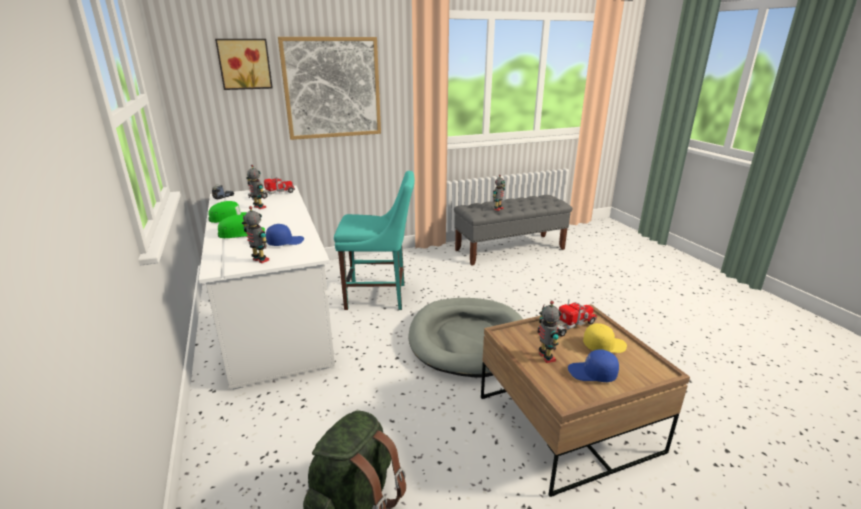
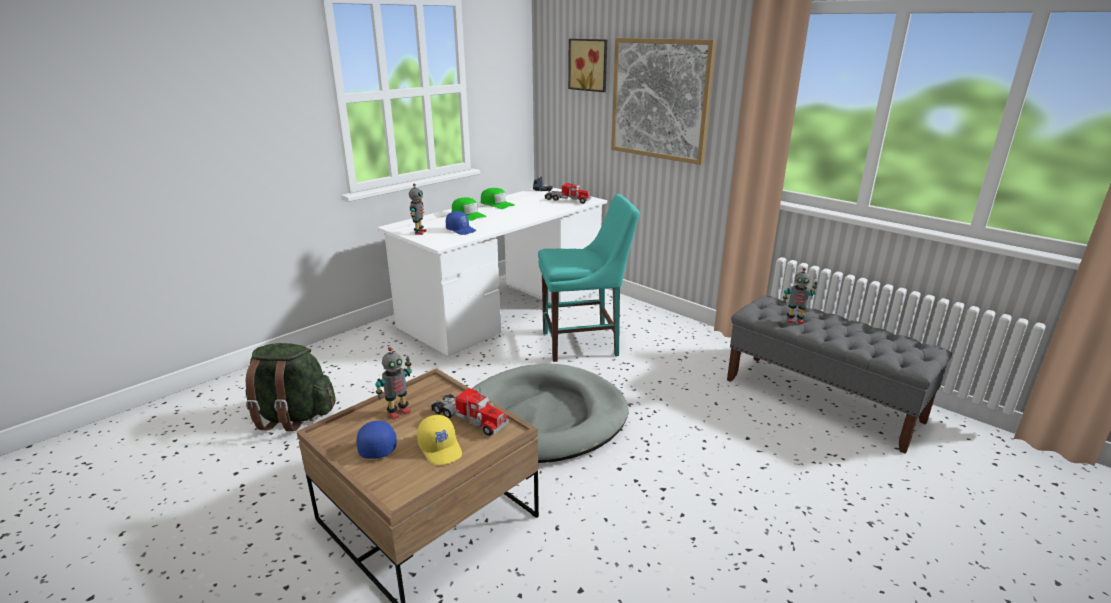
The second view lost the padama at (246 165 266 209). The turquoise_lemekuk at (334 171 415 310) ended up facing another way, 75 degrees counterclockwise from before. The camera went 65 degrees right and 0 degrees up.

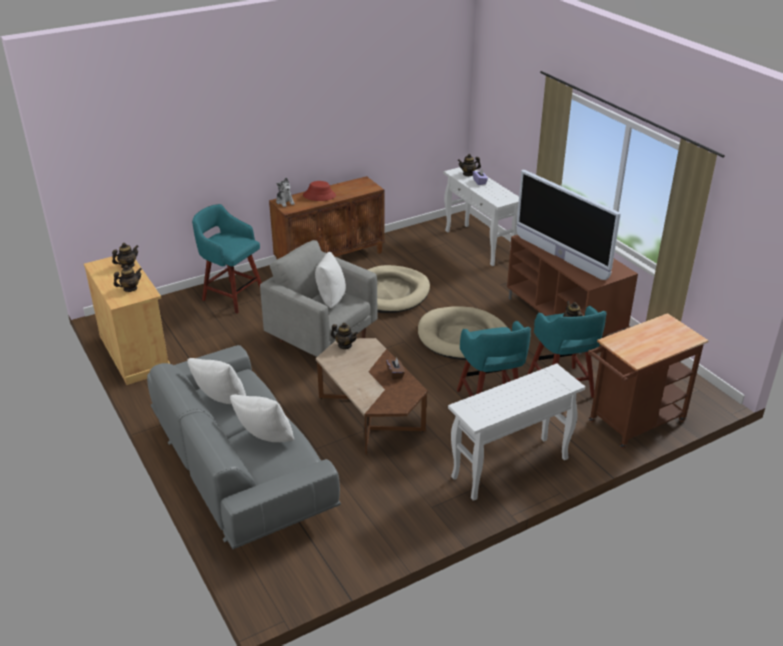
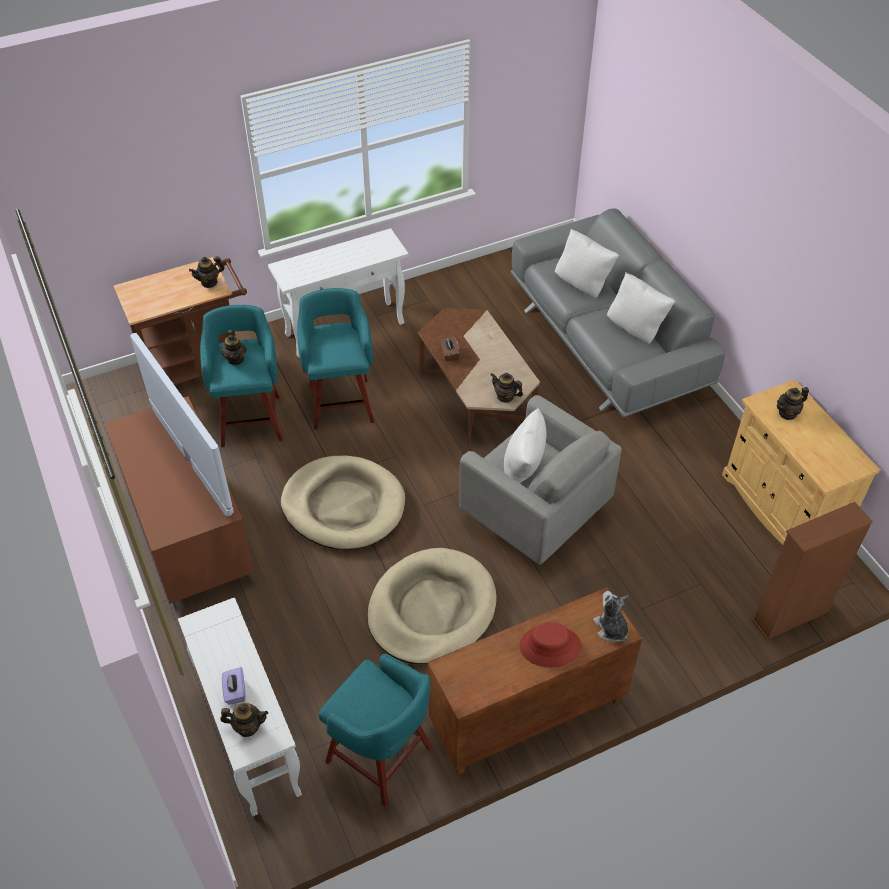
The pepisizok ended up elsewhere, having gone from (112 243 139 268) to (189 256 224 288). The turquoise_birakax ended up elsewhere, having gone from (192 204 262 314) to (318 654 432 807). The second view gained the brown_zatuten at (751 502 873 640). The camera went 175 degrees left and 15 degrees up.

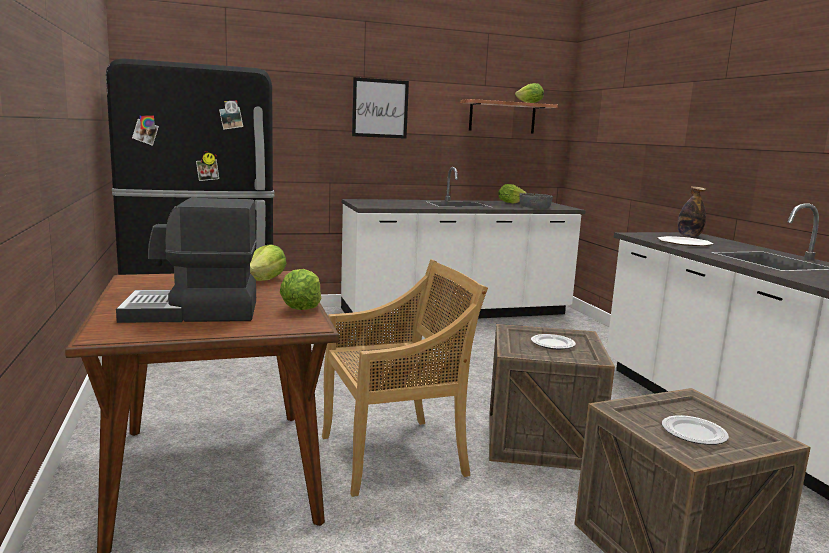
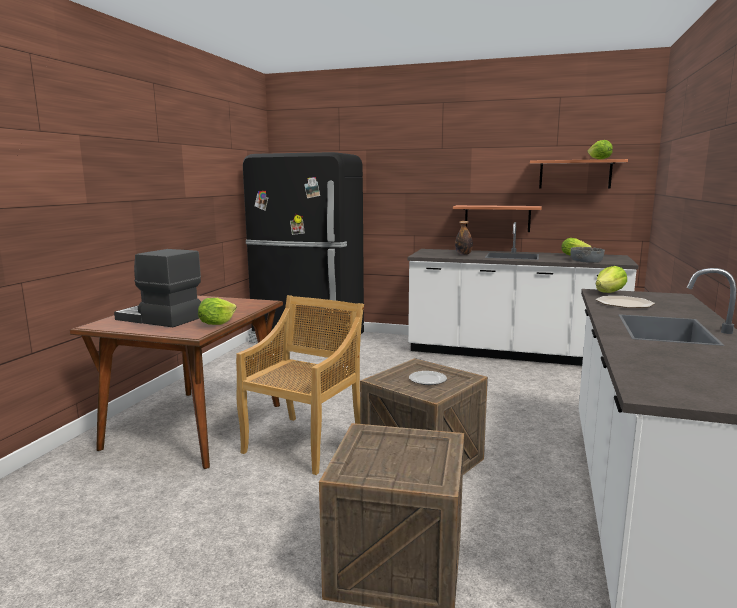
The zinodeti ended up elsewhere, having gone from (250 244 287 281) to (596 266 627 293). The beige_lemekuk at (322 259 488 497) ended up facing another way, 75 degrees counterclockwise from before. The second view lost the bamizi at (352 77 409 139). The second view lost the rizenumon at (662 415 729 445). The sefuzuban ended up elsewhere, having gone from (677 186 706 237) to (455 221 473 255). The second view gained the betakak at (453 205 542 232). The camera went 35 degrees right and 0 degrees up.

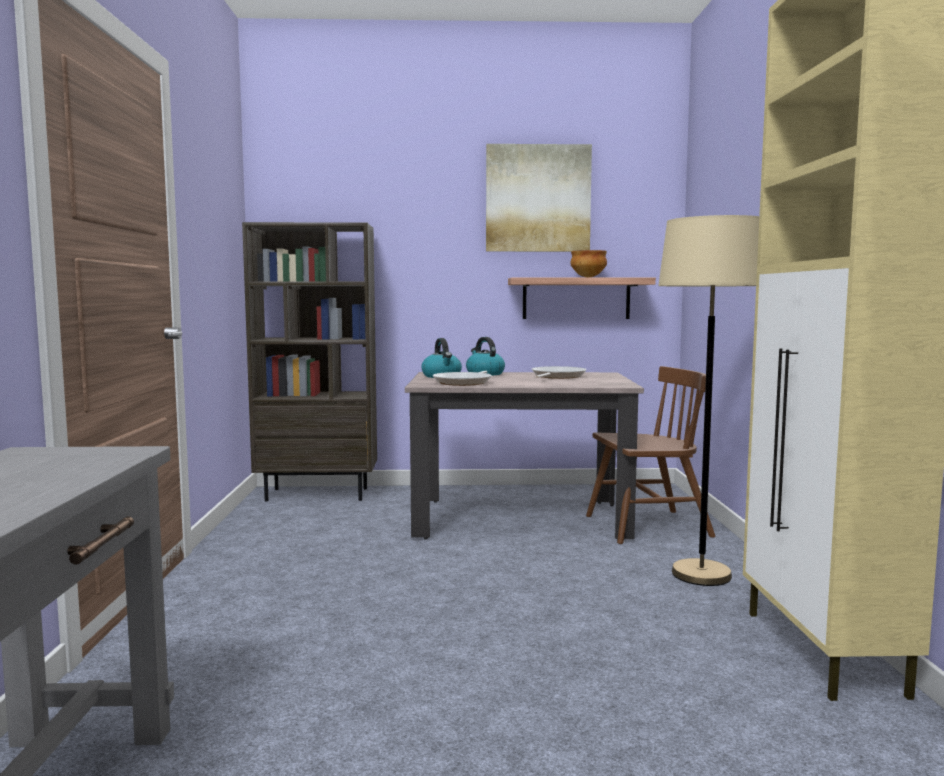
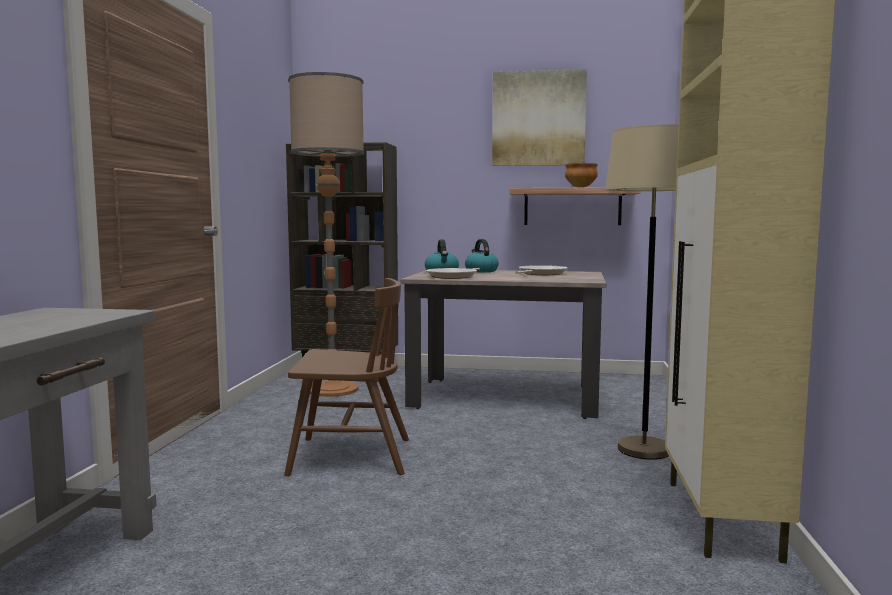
The brown_lemekuk ended up elsewhere, having gone from (586 366 715 544) to (284 278 409 476). The second view gained the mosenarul at (288 72 365 397). The camera went 10 degrees right and 0 degrees up.

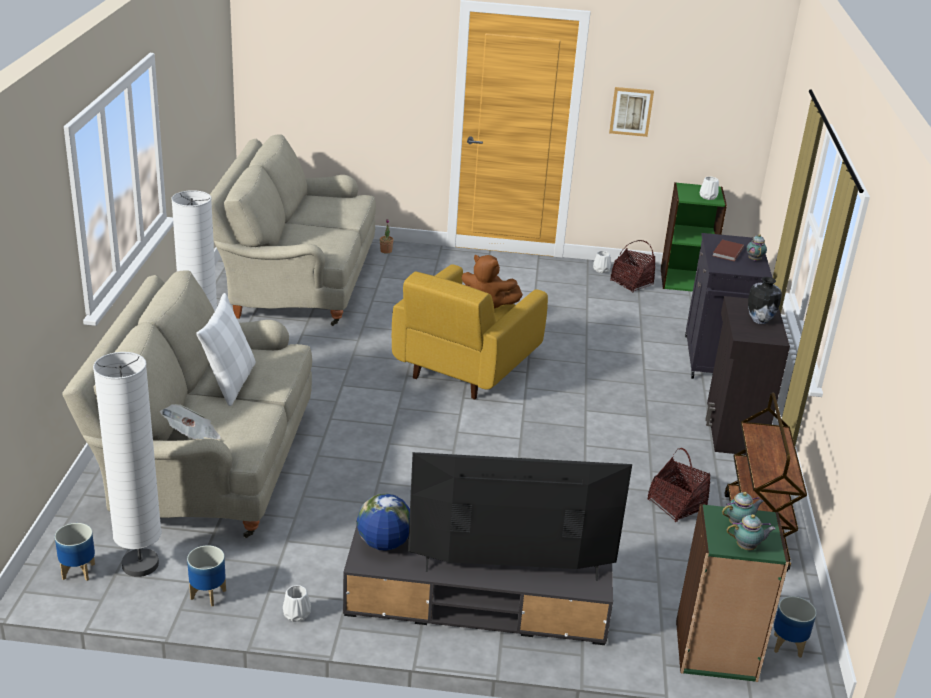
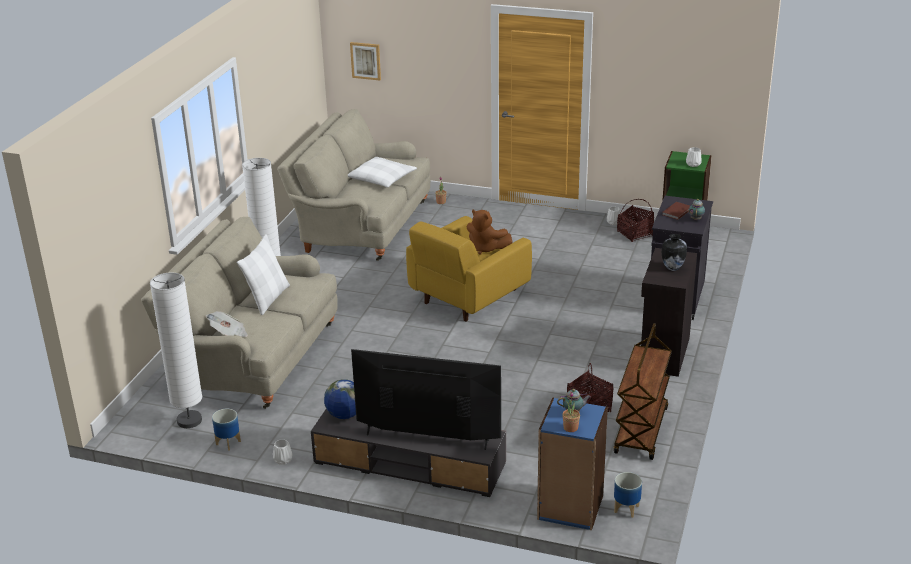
The second view lost the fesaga at (55 523 95 581). The bamizi ended up elsewhere, having gone from (609 87 654 137) to (350 42 381 80). What was the green_zatuten at (676 504 789 682) turned into the blue_zatuten at (537 397 608 530). Where the pepisizok stood at (727 514 776 550), the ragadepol came to stand at (562 392 580 432). The second view gained the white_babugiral at (348 157 417 188). The camera went 15 degrees right and 0 degrees up.

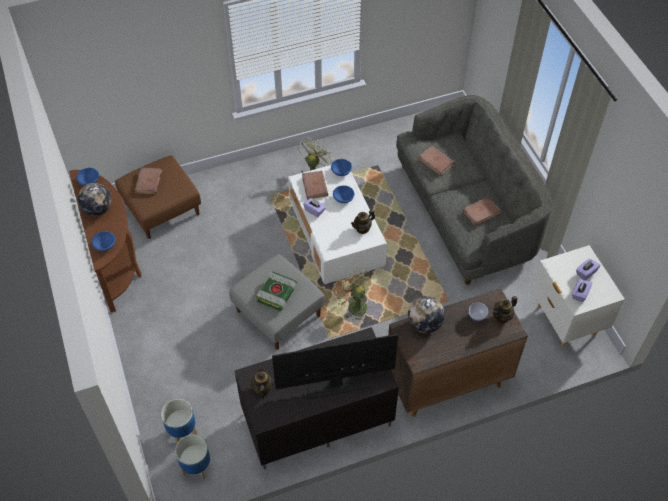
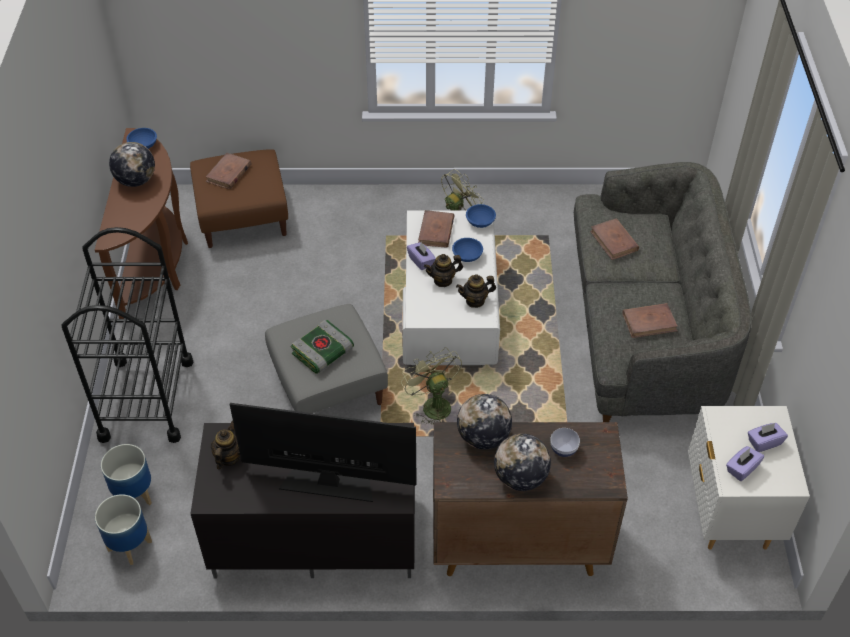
The second view lost the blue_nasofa at (91 231 116 251). The pepisizok ended up elsewhere, having gone from (493 296 518 323) to (424 254 463 287). The second view gained the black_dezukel at (62 227 194 443). The second view gained the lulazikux at (494 434 551 491). The camera went 20 degrees right and 5 degrees down.

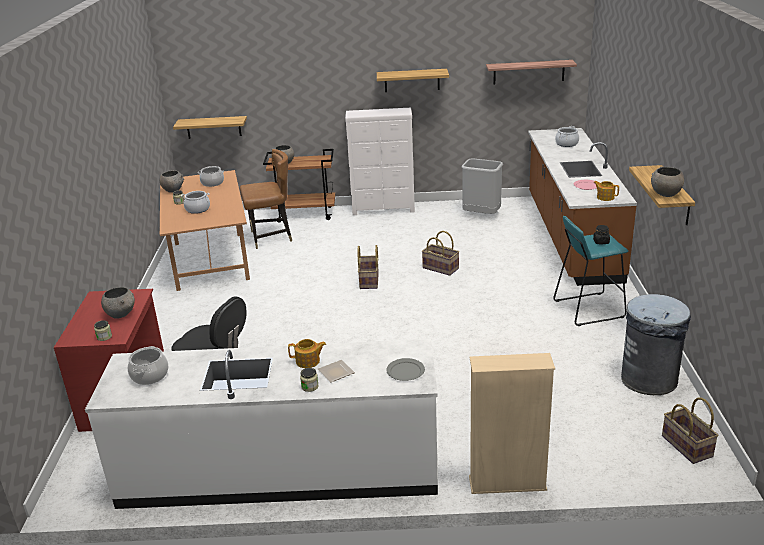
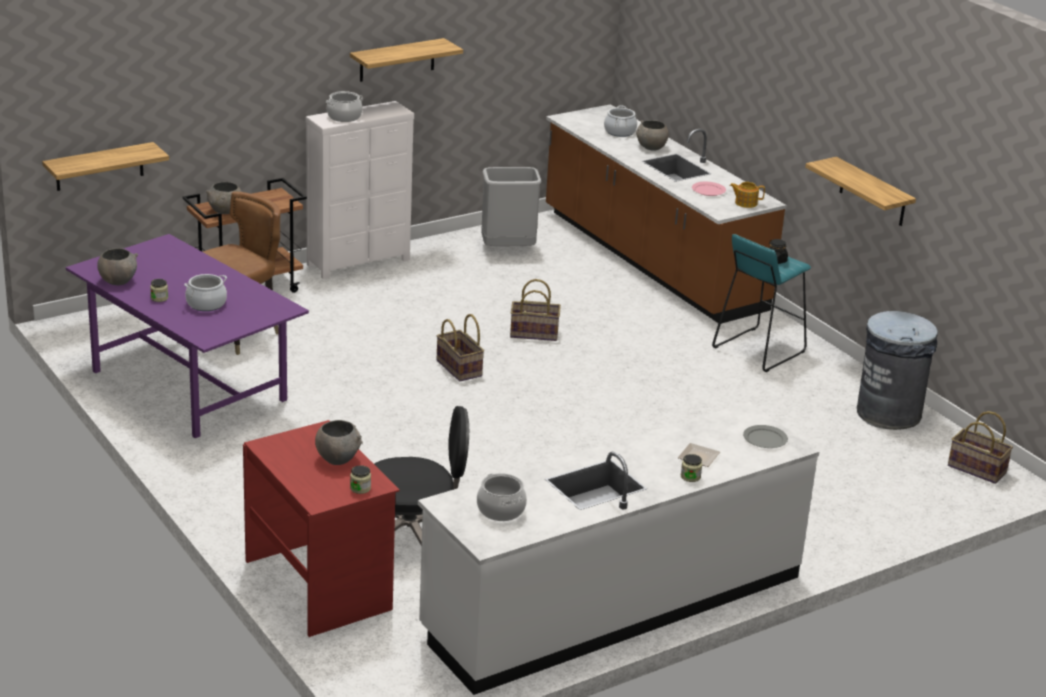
What was the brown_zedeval at (160 170 250 291) turned into the purple_zedeval at (66 234 309 438). The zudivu ended up elsewhere, having gone from (198 166 224 187) to (326 91 363 122). The second view lost the pepisizok at (288 339 326 368). The second view lost the beige_zatuten at (469 353 555 494). The second view lost the betakak at (486 60 577 84). The grey_nasofa ended up elsewhere, having gone from (651 166 684 197) to (636 120 669 151). The camera went 35 degrees left and 0 degrees up.

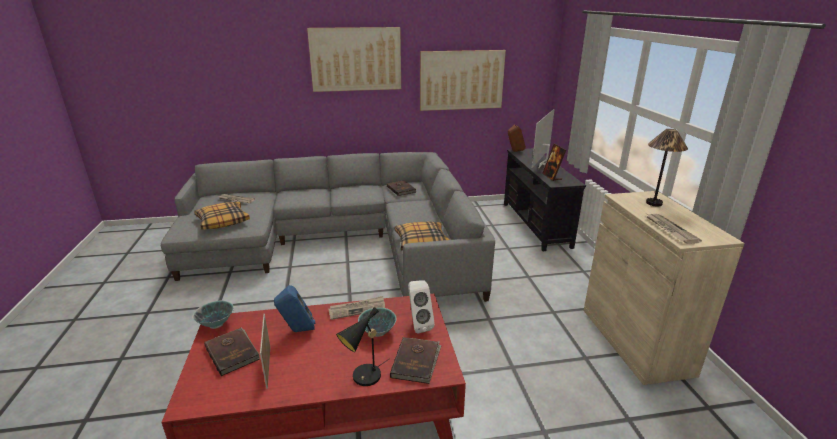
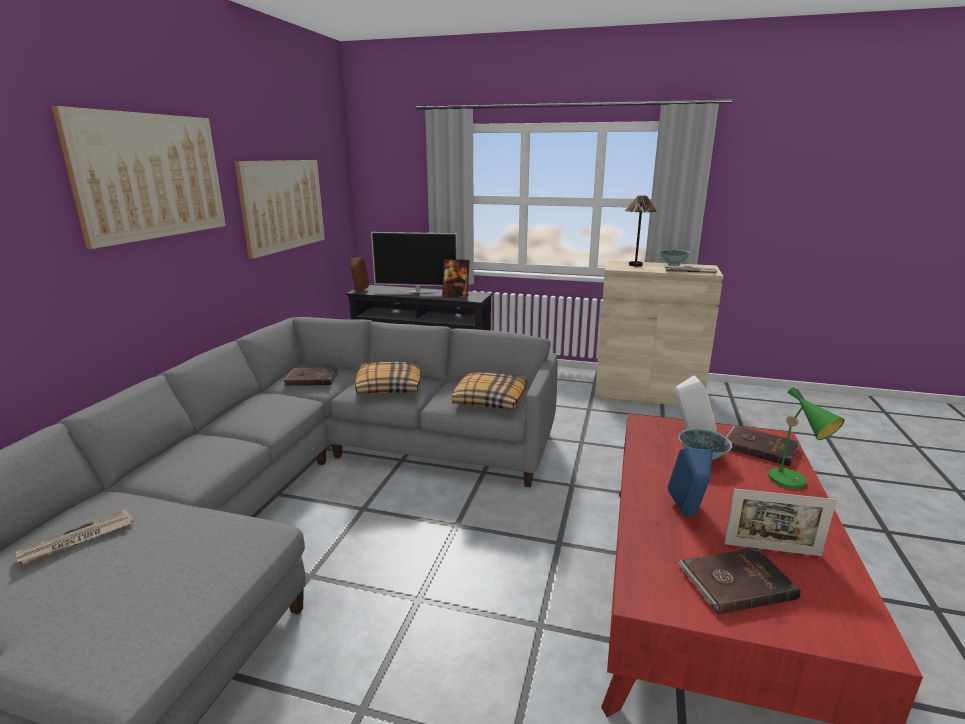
The nasofa ended up elsewhere, having gone from (192 301 234 329) to (660 250 691 266). The babugiral ended up elsewhere, having gone from (194 202 250 230) to (355 361 421 394). The second view lost the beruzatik at (328 296 385 320). What was the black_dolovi at (336 307 389 386) turned into the green_dolovi at (756 387 844 489). The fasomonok at (532 109 555 169) ended up facing another way, 45 degrees counterclockwise from before. The camera went 65 degrees left and 5 degrees down.

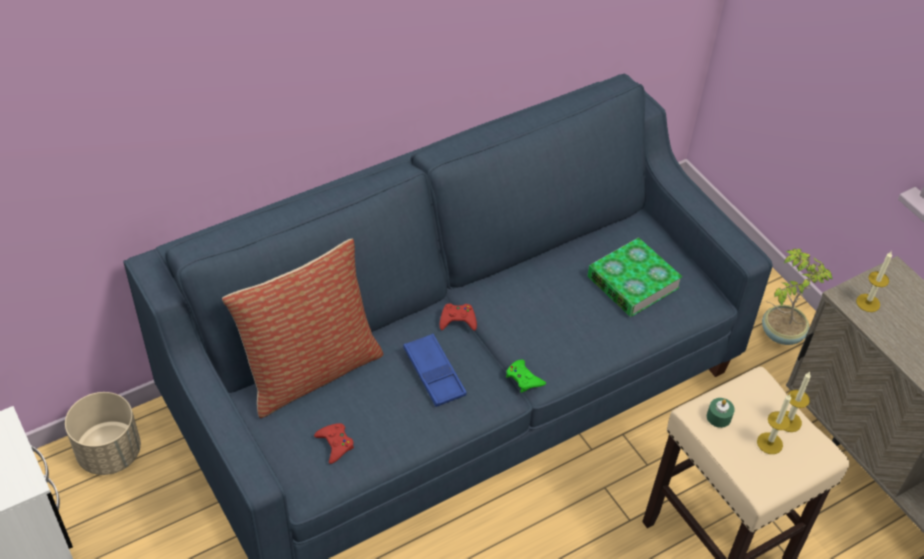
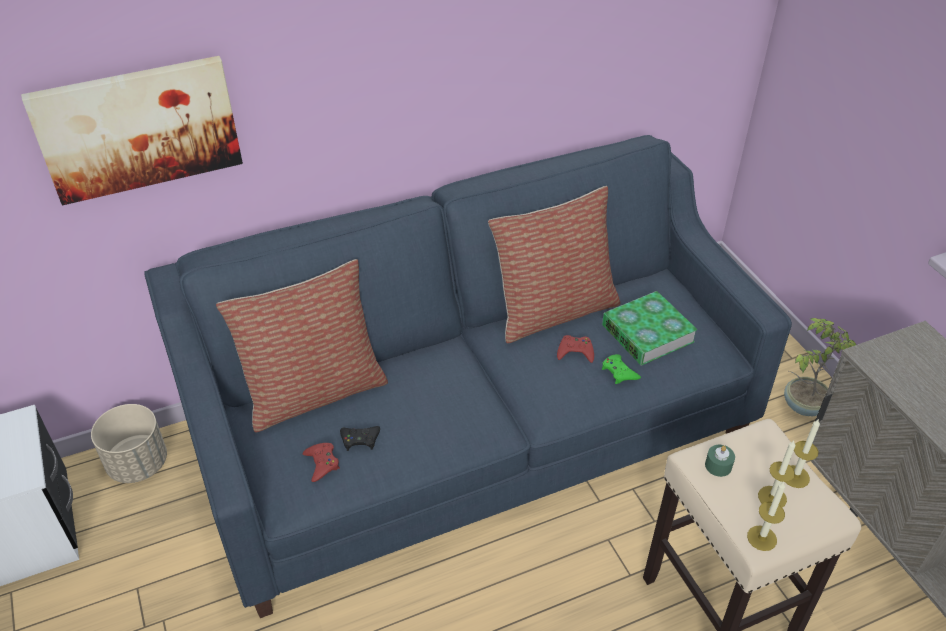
The second view lost the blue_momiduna at (403 334 467 407). The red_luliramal ended up elsewhere, having gone from (439 304 477 331) to (557 335 594 363). The green_luliramal ended up elsewhere, having gone from (506 360 546 393) to (602 354 641 384). The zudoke ended up elsewhere, having gone from (856 252 892 312) to (747 482 785 551). The second view gained the bamizi at (21 56 243 205). The second view gained the black_luliramal at (340 426 380 451). The second view gained the babugiral at (488 186 620 344). The camera went 10 degrees right and 5 degrees down.

